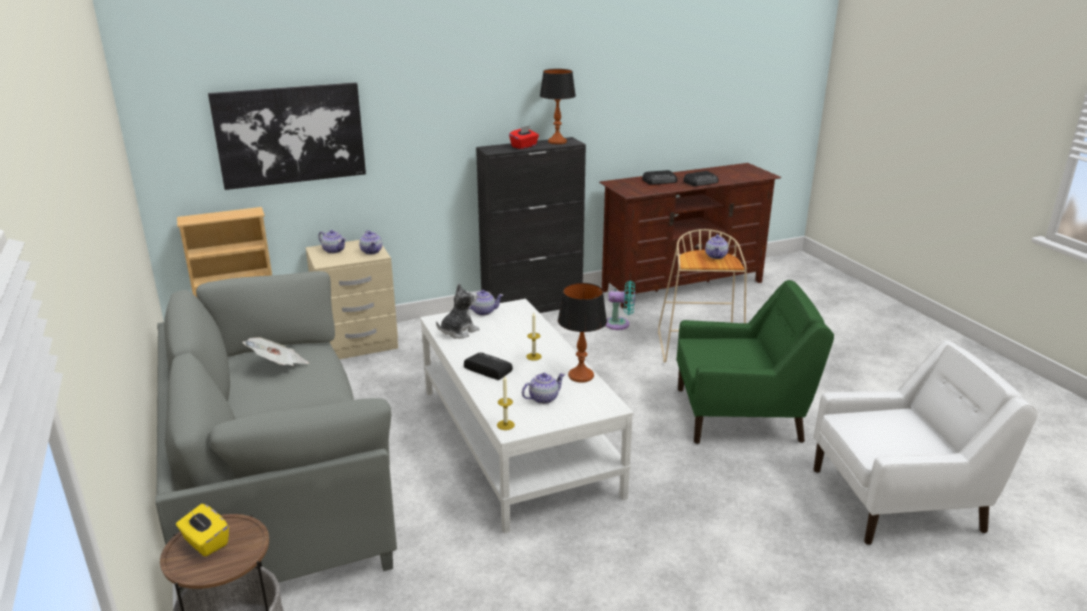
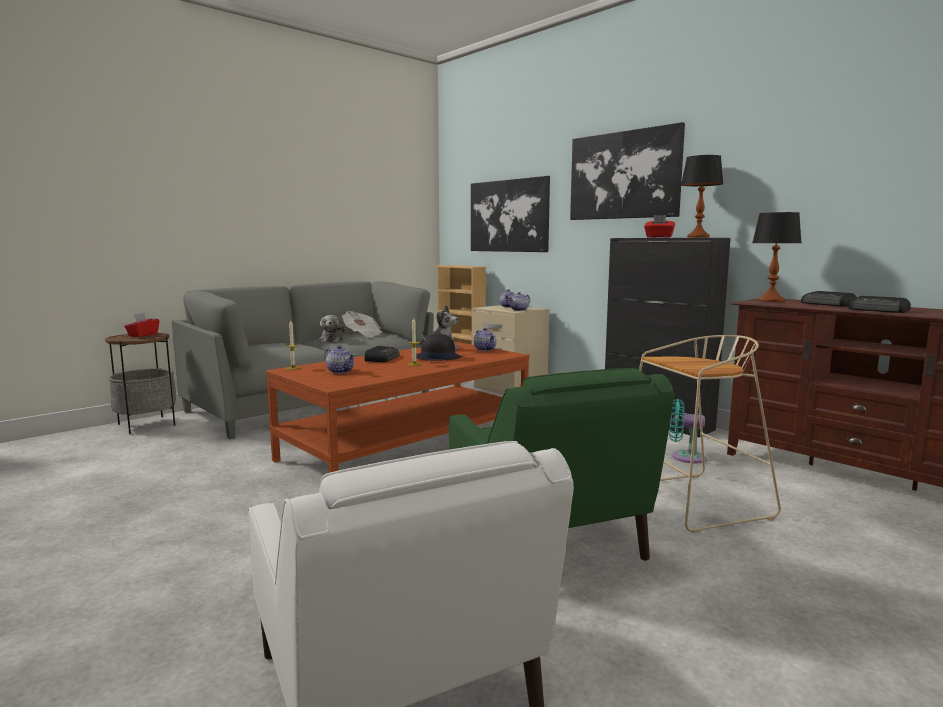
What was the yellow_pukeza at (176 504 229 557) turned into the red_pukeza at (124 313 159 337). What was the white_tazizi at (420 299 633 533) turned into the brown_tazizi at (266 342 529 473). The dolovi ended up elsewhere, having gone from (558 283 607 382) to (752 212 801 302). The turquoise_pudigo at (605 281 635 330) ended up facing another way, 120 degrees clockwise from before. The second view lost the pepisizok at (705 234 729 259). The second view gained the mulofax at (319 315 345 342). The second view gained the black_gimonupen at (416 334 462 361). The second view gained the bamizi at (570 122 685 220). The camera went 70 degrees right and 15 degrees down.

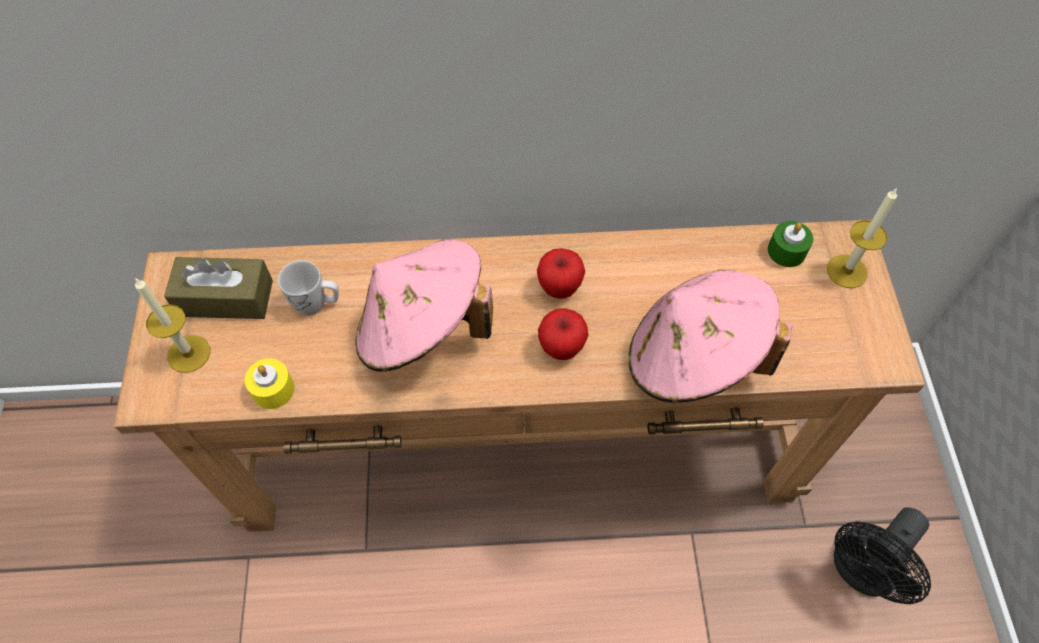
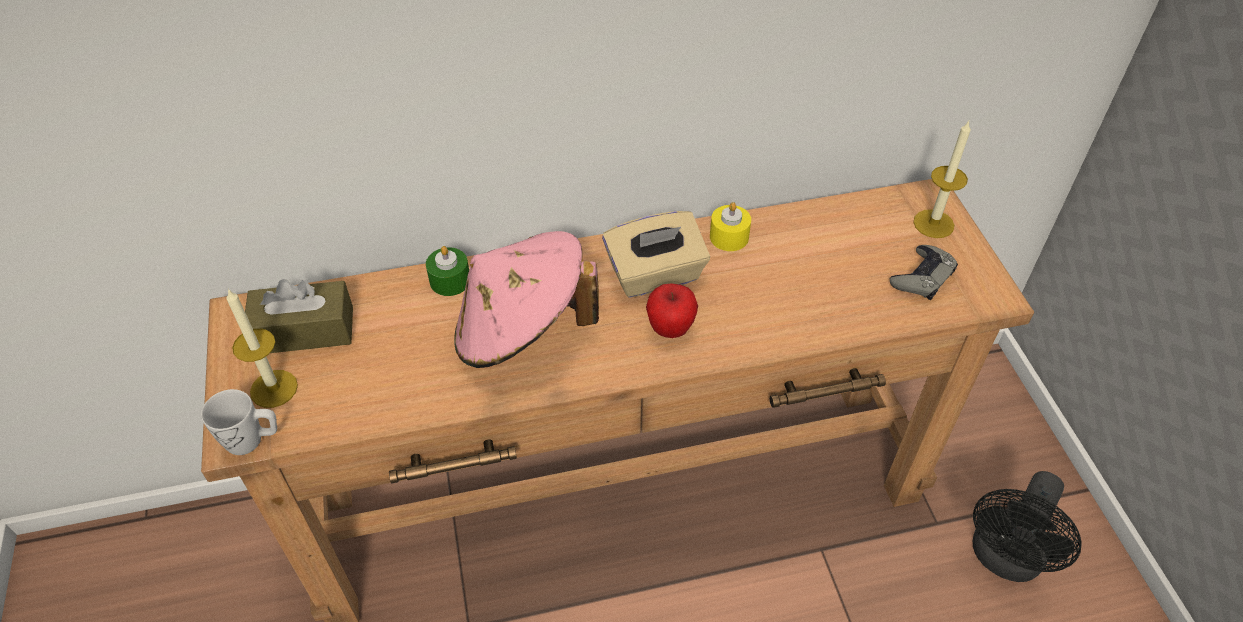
The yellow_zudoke ended up elsewhere, having gone from (245 358 295 409) to (710 202 751 251). The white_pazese ended up elsewhere, having gone from (278 260 339 316) to (201 389 277 455). Where the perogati stood at (537 248 585 299), the beige_pukeza came to stand at (602 211 710 298). The second view lost the pink_gimonupen at (628 270 792 403). The green_zudoke ended up elsewhere, having gone from (767 221 813 267) to (426 246 469 296). The second view gained the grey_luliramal at (890 245 958 300). The camera went 10 degrees left and 10 degrees down.

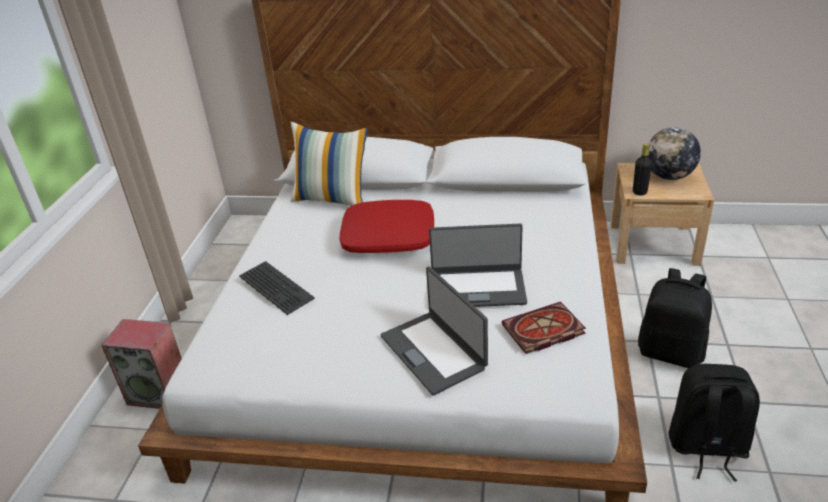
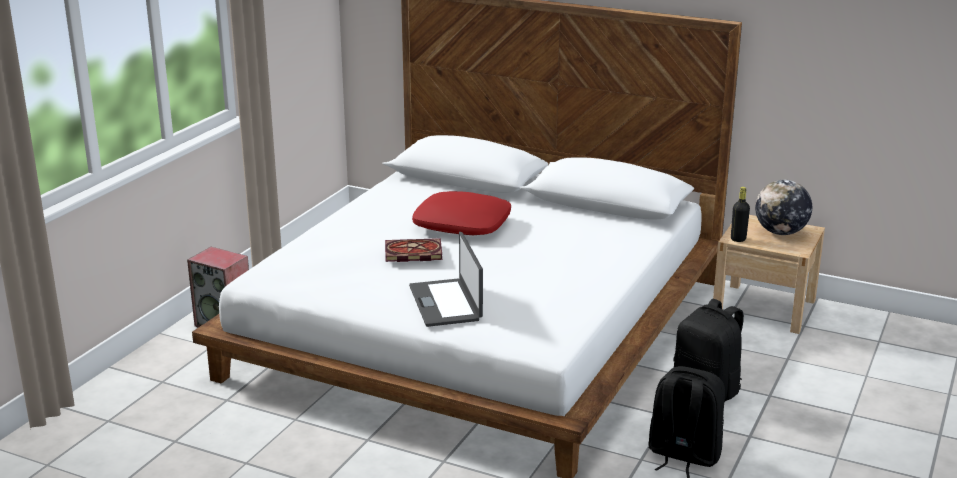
The second view lost the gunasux at (239 261 315 315). The second view lost the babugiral at (291 122 368 206). The second view lost the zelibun at (429 224 527 307). The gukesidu ended up elsewhere, having gone from (502 302 586 354) to (385 238 442 262). The camera went 15 degrees right and 10 degrees down.

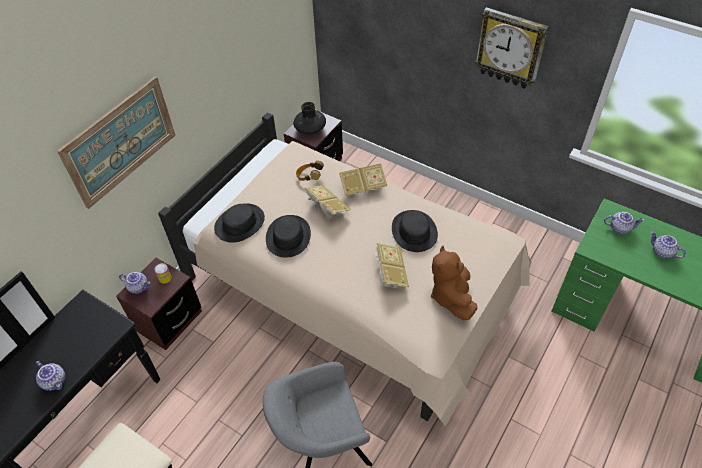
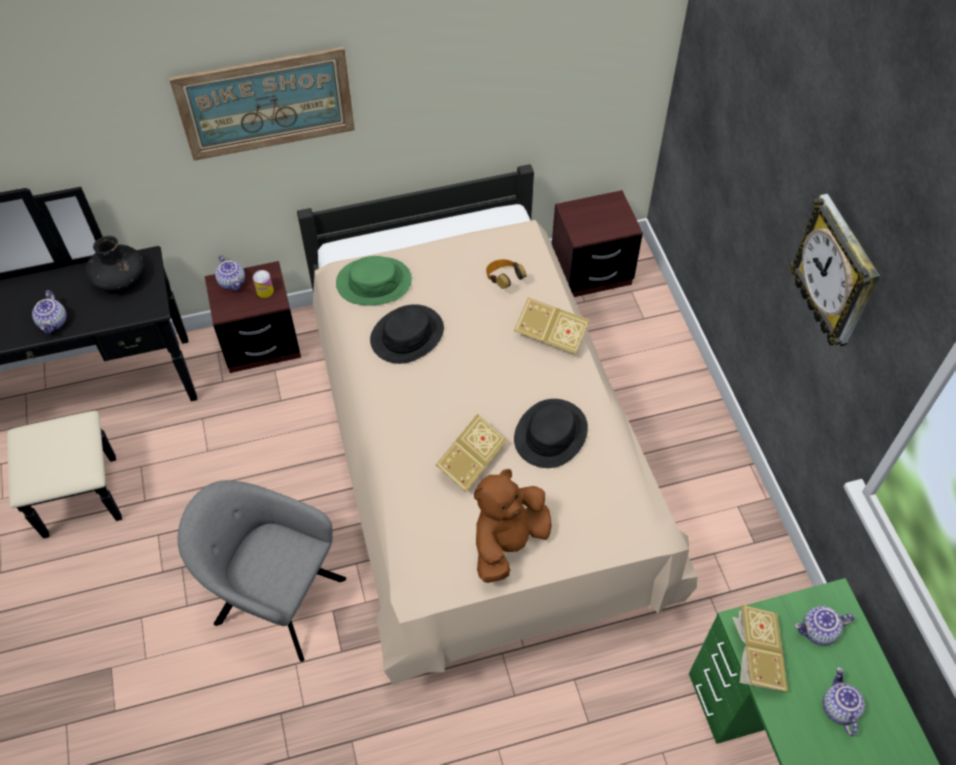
What was the black_gimonupen at (214 203 265 243) turned into the green_gimonupen at (336 256 412 305). The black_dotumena ended up elsewhere, having gone from (293 102 326 134) to (86 236 144 291). The gukesidu ended up elsewhere, having gone from (305 185 351 219) to (733 605 788 692). The pepisizok at (604 212 644 234) ended up facing another way, 120 degrees clockwise from before. The camera went 40 degrees right and 5 degrees up.

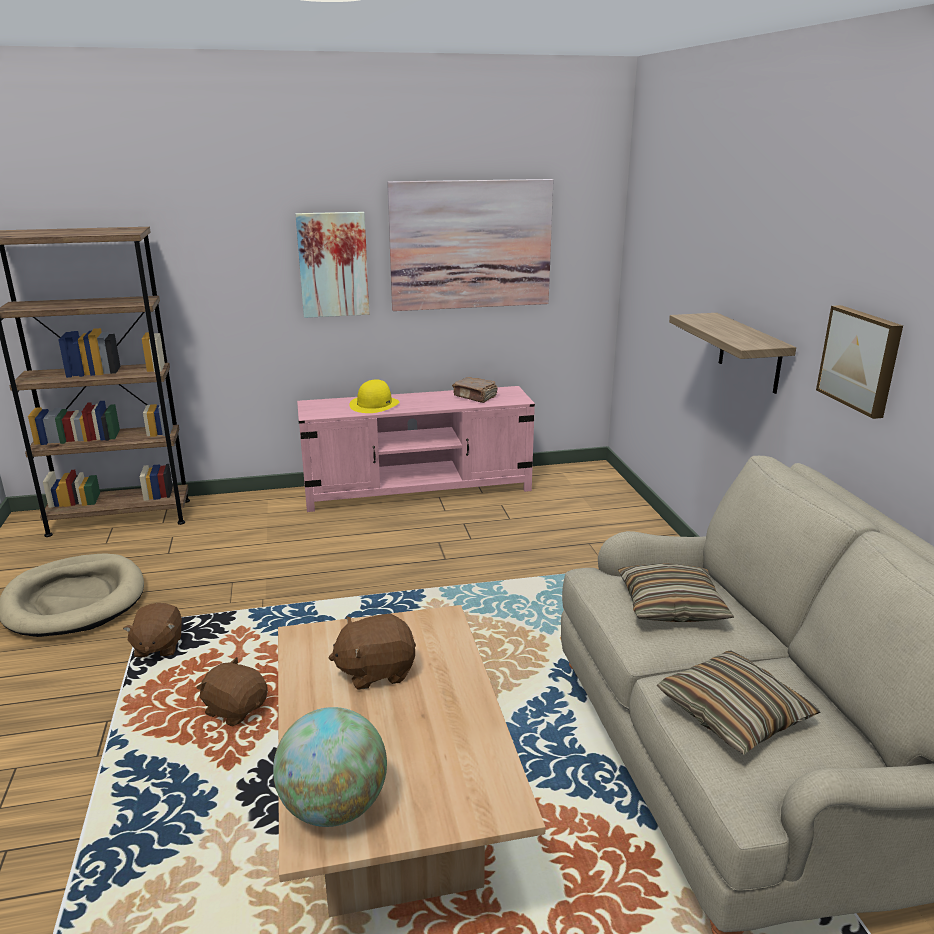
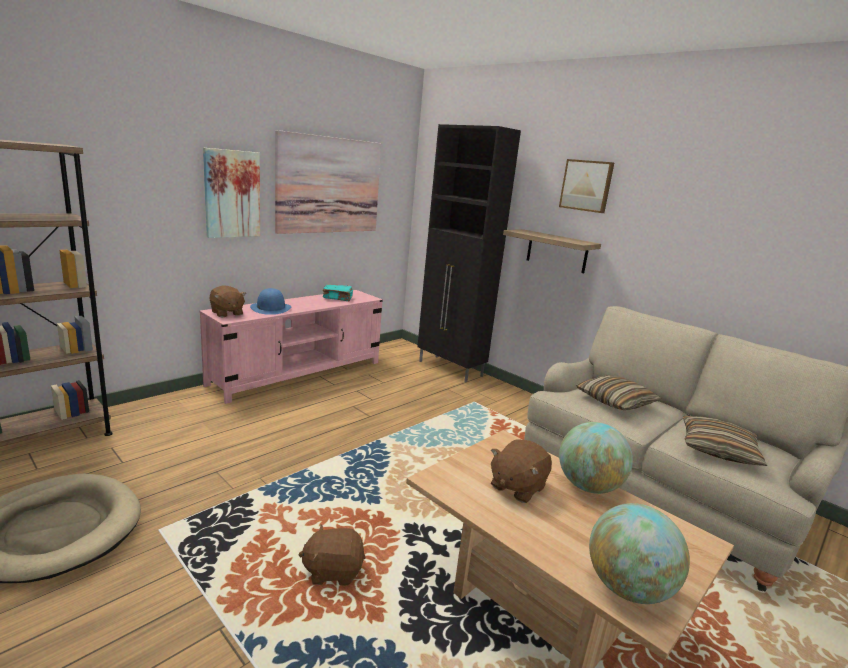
The brown_mulofax ended up elsewhere, having gone from (123 603 182 658) to (209 285 246 317). What was the yellow_gimonupen at (349 380 400 413) turned into the blue_gimonupen at (250 288 291 315). What was the brown_gukesidu at (452 377 498 403) turned into the turquoise_gukesidu at (323 284 353 301). The bamizi ended up elsewhere, having gone from (816 305 903 419) to (559 159 614 213). The second view gained the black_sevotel at (417 124 521 382). The second view gained the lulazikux at (559 422 633 494). The camera went 35 degrees left and 5 degrees down.

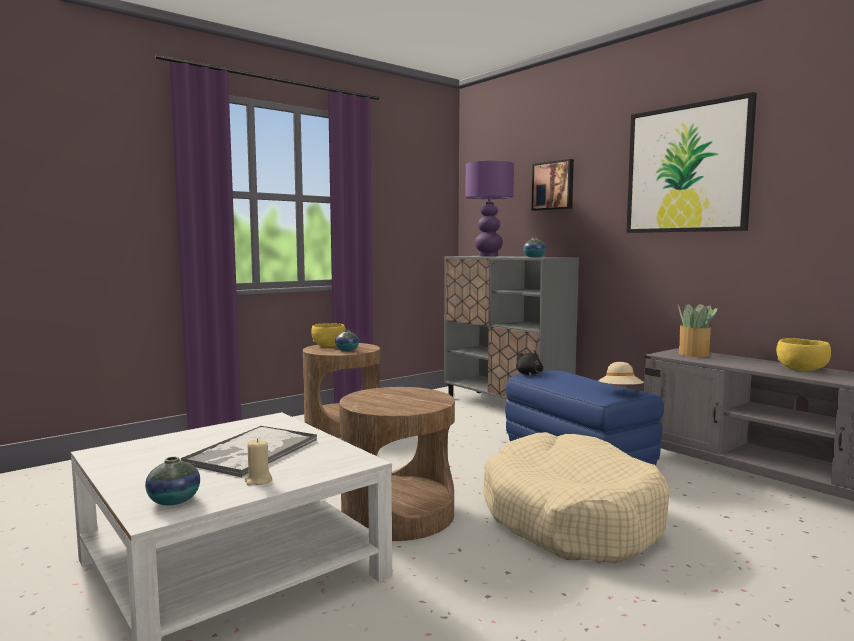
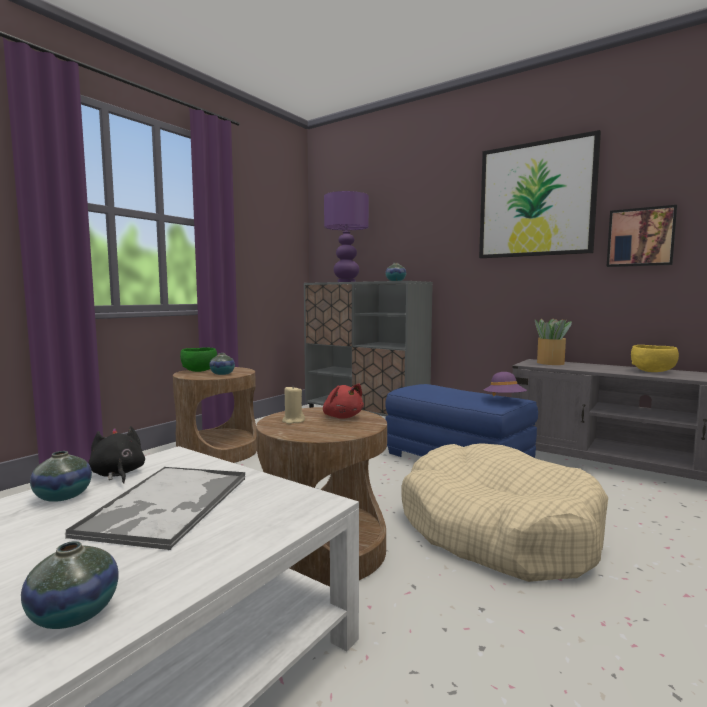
The beige_zudoke ended up elsewhere, having gone from (245 439 272 486) to (282 386 305 424). What was the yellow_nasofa at (311 323 346 347) turned into the green_nasofa at (180 347 217 372). The black_mulofax ended up elsewhere, having gone from (516 350 543 377) to (89 426 145 483). The bamizi ended up elsewhere, having gone from (531 159 574 211) to (607 205 677 267). What was the beige_gimonupen at (598 362 644 387) turned into the purple_gimonupen at (484 372 527 396). The second view gained the dotumena at (30 451 92 502). The second view gained the red_mulofax at (323 384 364 419). The camera went 15 degrees left and 0 degrees up.

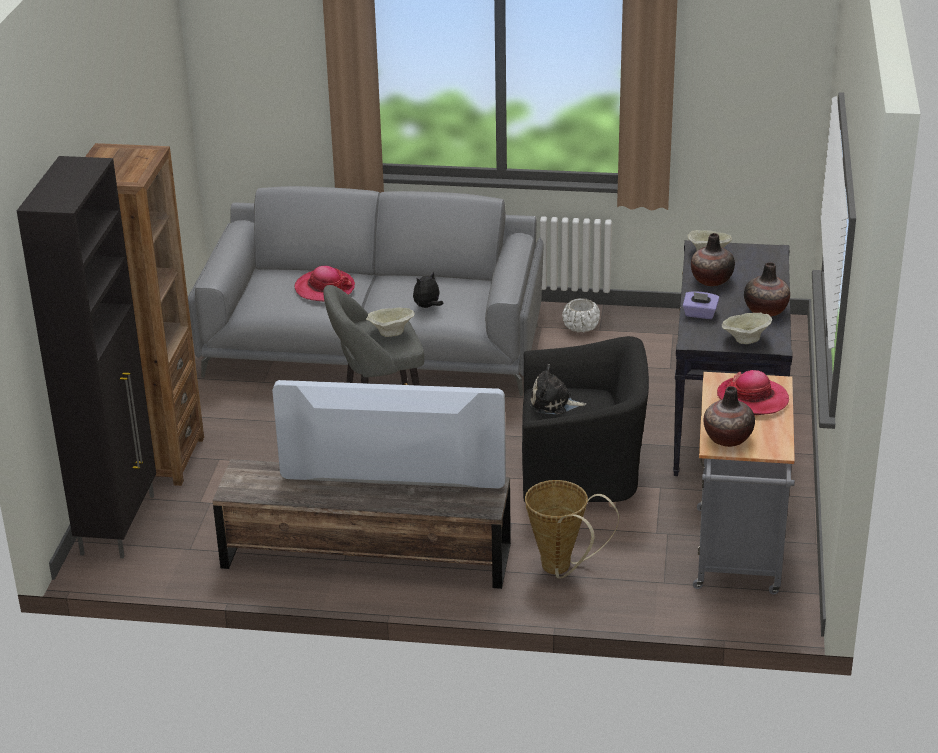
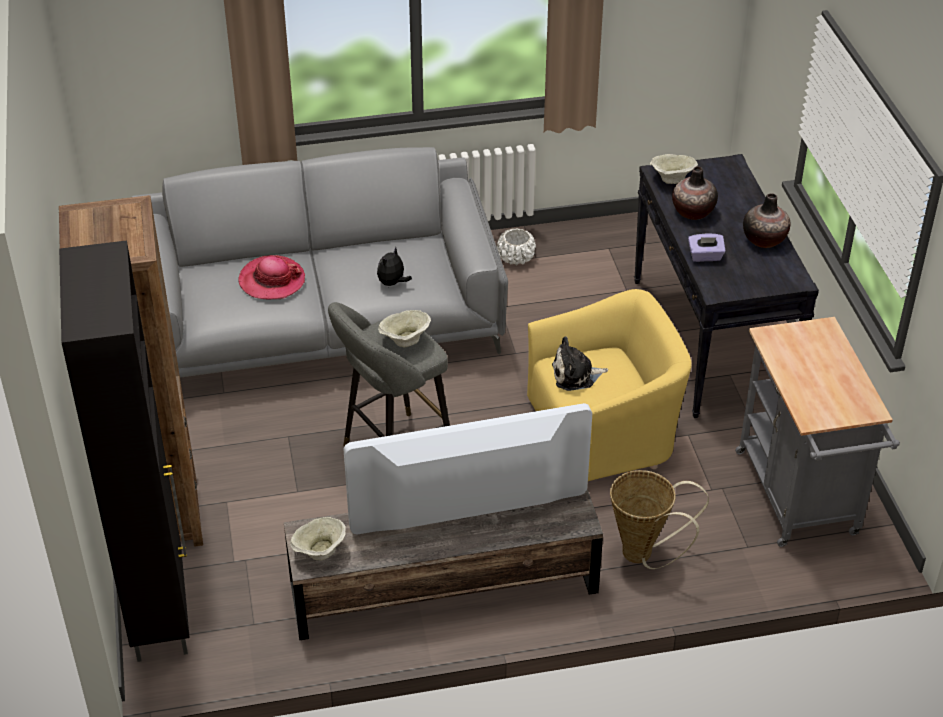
What was the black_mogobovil at (522 336 649 507) turned into the yellow_mogobovil at (527 289 692 481). The second view lost the dotumena at (704 386 755 447). The second view lost the gimonupen at (717 370 789 415). The beige_nasofa ended up elsewhere, having gone from (722 313 772 344) to (290 517 346 561). The camera went 20 degrees left and 10 degrees up.

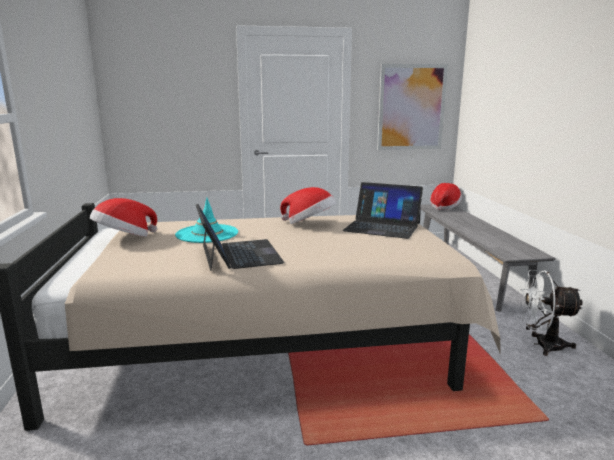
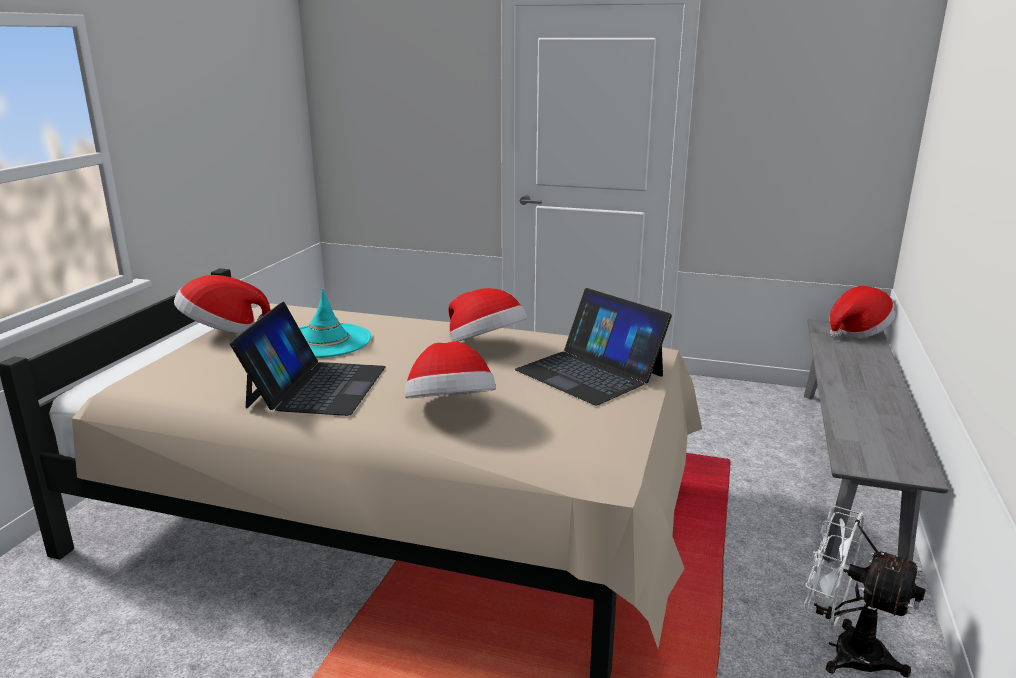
The second view lost the bamizi at (377 64 448 150). The second view gained the gimonupen at (405 341 496 398). The camera went 25 degrees right and 5 degrees up.

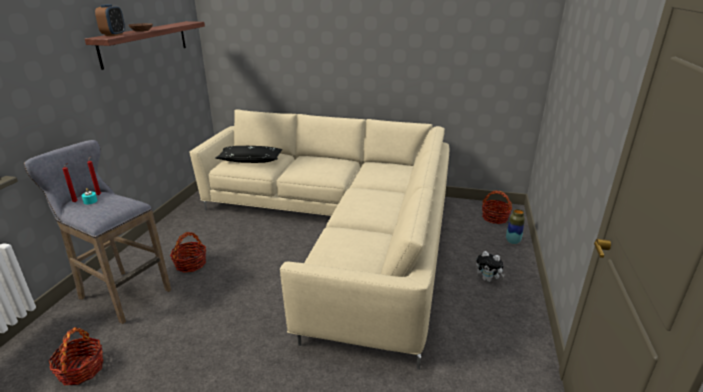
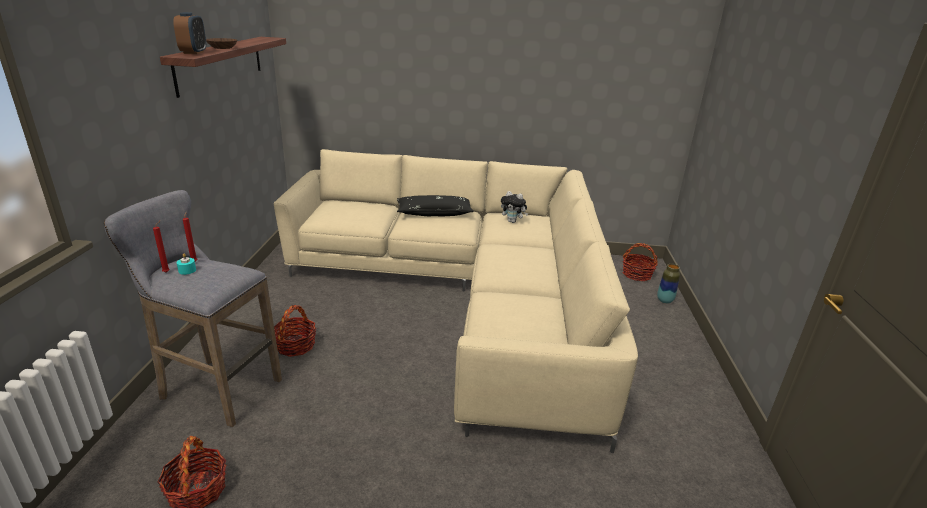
The black_babugiral ended up elsewhere, having gone from (215 146 282 163) to (397 195 474 216). The mulofax ended up elsewhere, having gone from (476 251 505 282) to (501 191 528 223). The camera went 10 degrees left and 0 degrees up.

